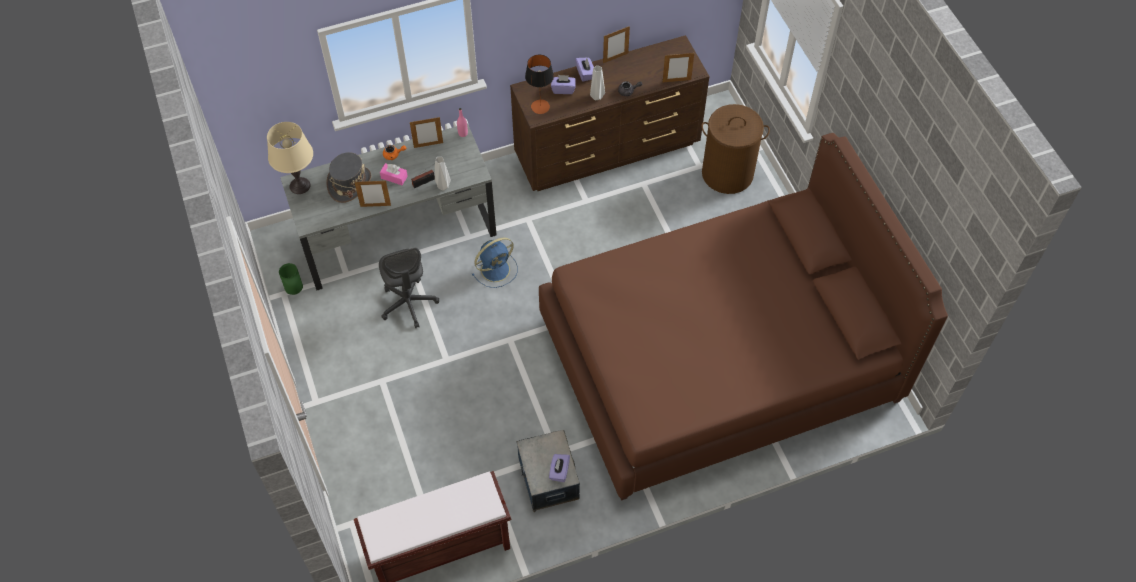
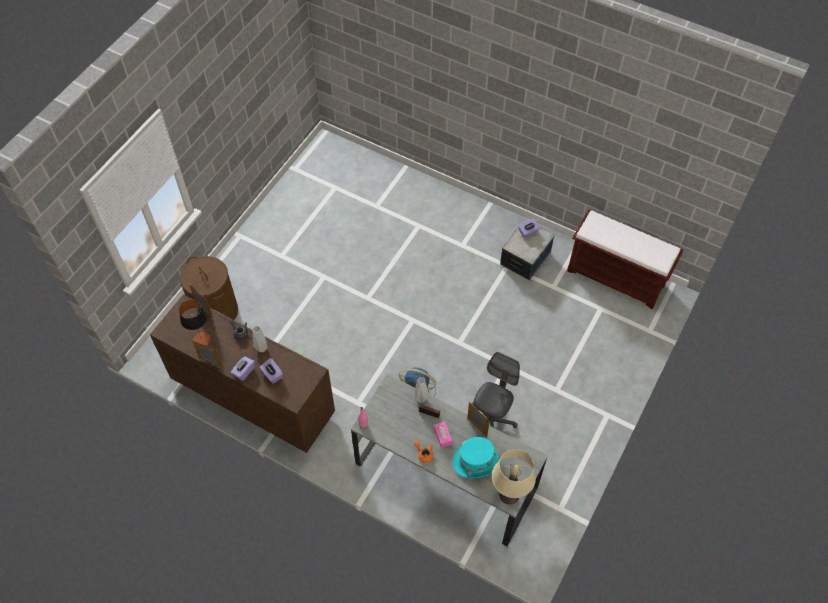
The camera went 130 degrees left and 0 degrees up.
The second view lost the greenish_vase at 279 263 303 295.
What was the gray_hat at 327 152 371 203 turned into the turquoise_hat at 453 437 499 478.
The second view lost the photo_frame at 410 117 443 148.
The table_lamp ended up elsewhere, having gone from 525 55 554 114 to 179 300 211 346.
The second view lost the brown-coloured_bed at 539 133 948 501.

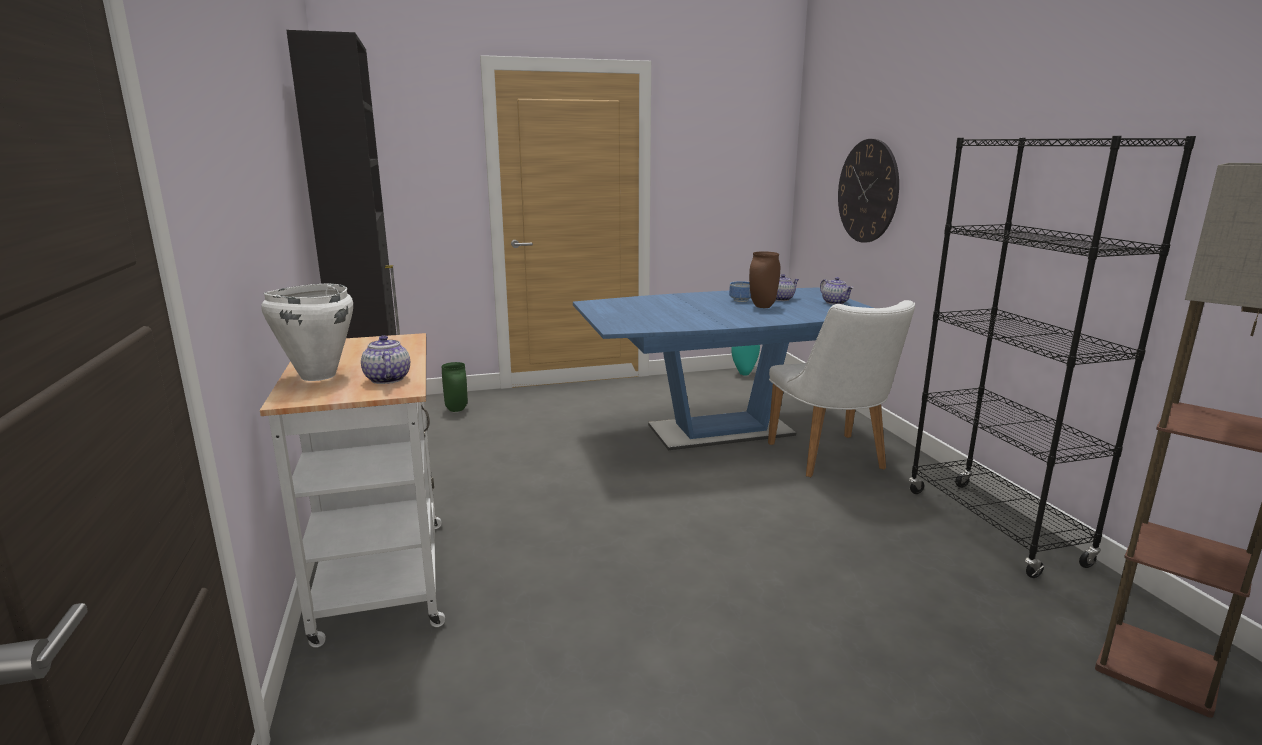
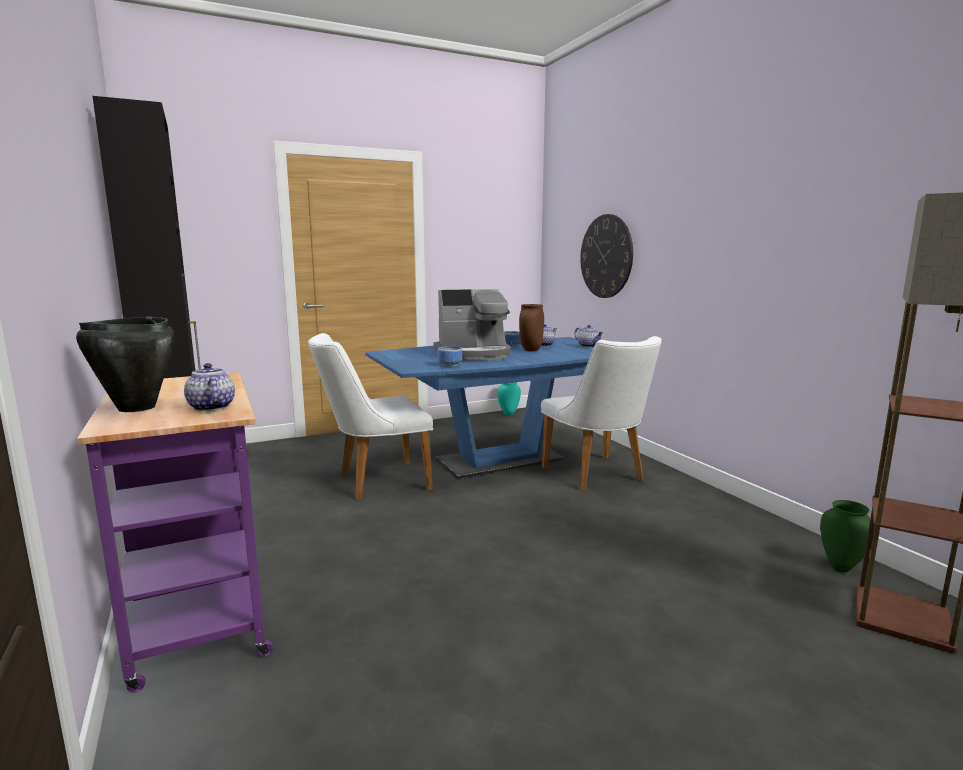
The camera went 10 degrees left and 5 degrees down.
What was the white_trolley at 260 333 445 648 turned into the purplish_trolley at 77 372 273 692.
What was the white_saucepot at 261 283 353 381 turned into the black_saucepot at 76 317 174 412.
The greenish_vase ended up elsewhere, having gone from 442 362 468 412 to 820 500 875 572.
The second view lost the black_bookshelf at 909 136 1196 578.
The second view gained the white_chair at 308 333 433 501.
The second view gained the coffee_machine at 433 289 511 361.
The second view gained the deep_dish at 438 346 462 367.

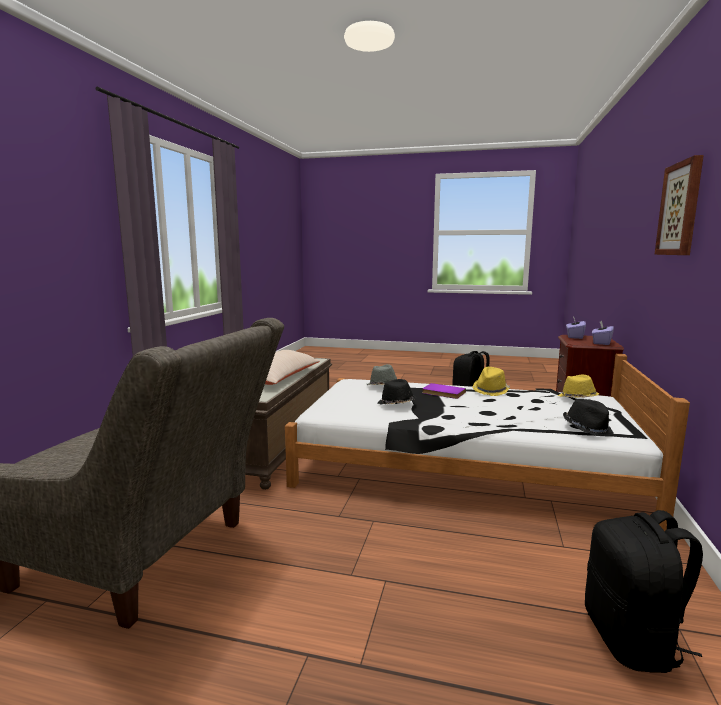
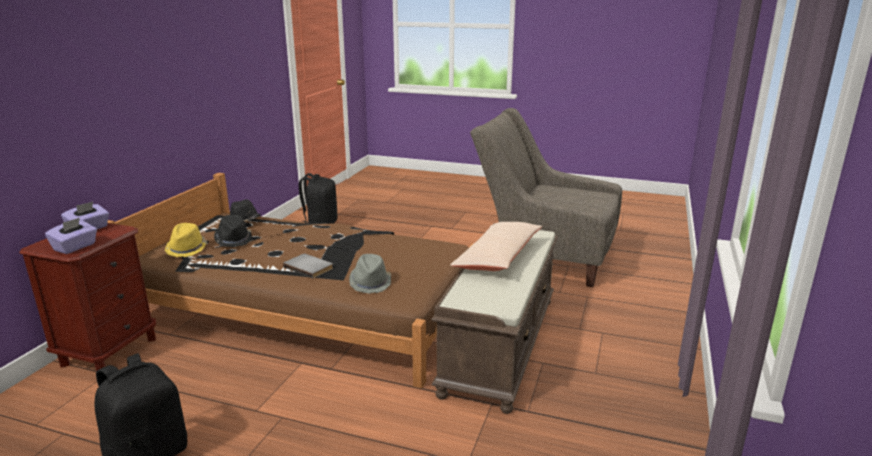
The camera went 175 degrees left and 10 degrees up.
What was the white_bed at 285 354 690 531 turned into the brown-coloured_bed at 108 173 473 389.
The black_hat ended up elsewhere, having gone from 378 379 416 405 to 214 215 252 247.
What was the purplish_bound_book at 422 383 466 399 turned into the gray_bound_book at 283 254 333 278.
The second view lost the yellowish_hat at 472 367 510 396.
The second view lost the wall_art at 654 155 704 255.

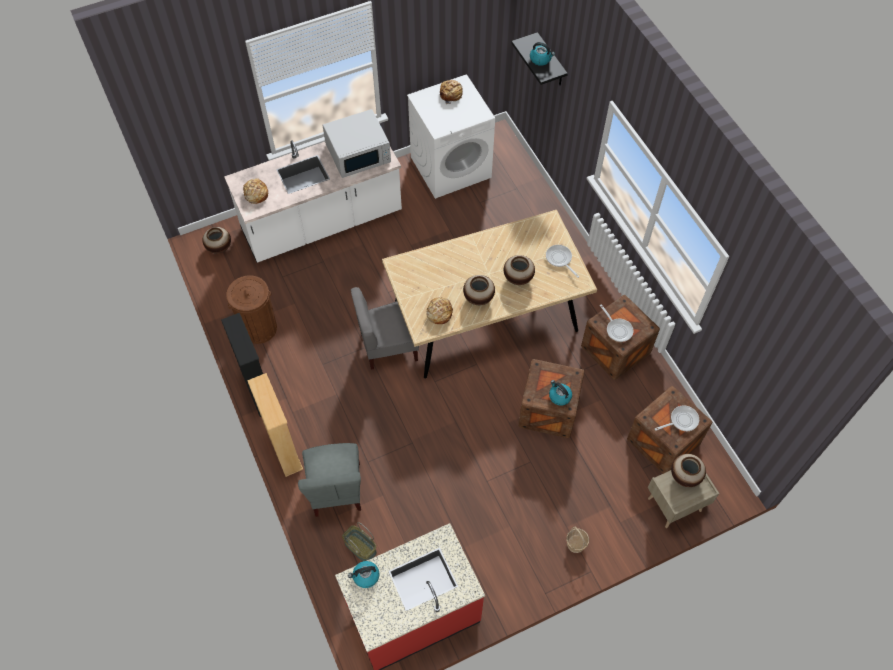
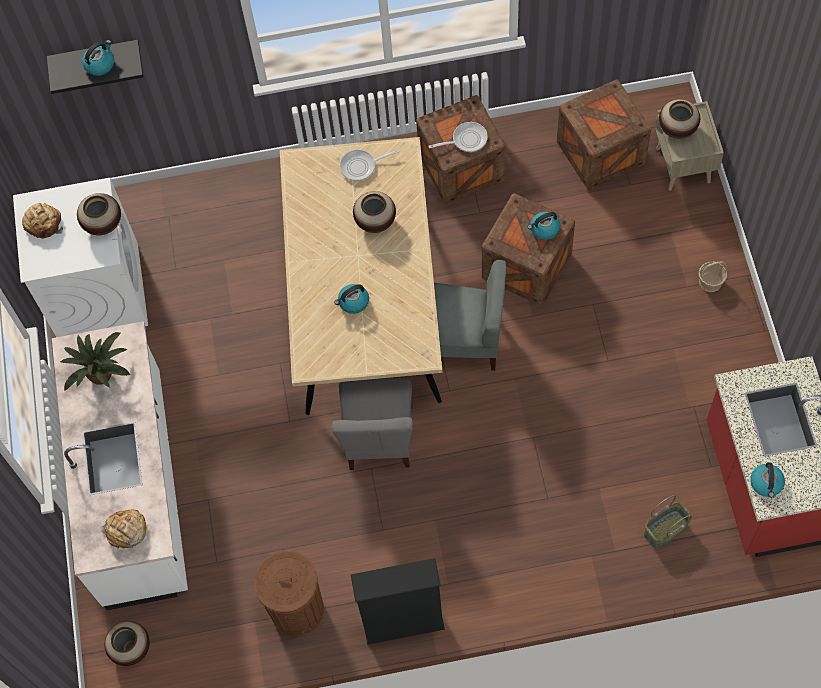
The camera went 70 degrees left and 5 degrees up.
The second view lost the sand-coloured_bookshelf at 247 373 303 477.
The gray_chair ended up elsewhere, having gone from 298 443 361 517 to 434 260 506 371.
Where the white_microwave stood at 323 109 391 178, the houseplant came to stand at 60 332 130 391.
The second view lost the bakery_bread at 426 297 453 324.
The vase ended up elsewhere, having gone from 463 275 495 305 to 77 193 121 235.
The second view lost the skillet at 655 405 699 431.
The second view gained the kettle at 335 284 369 314.

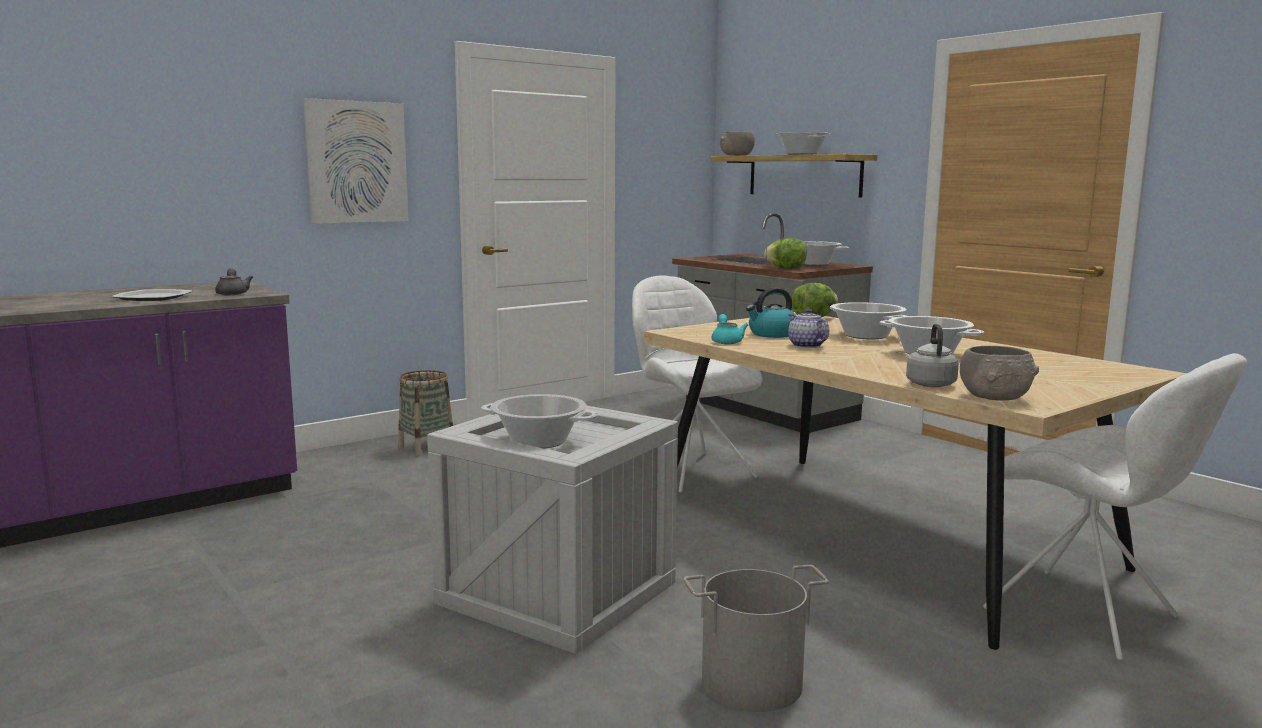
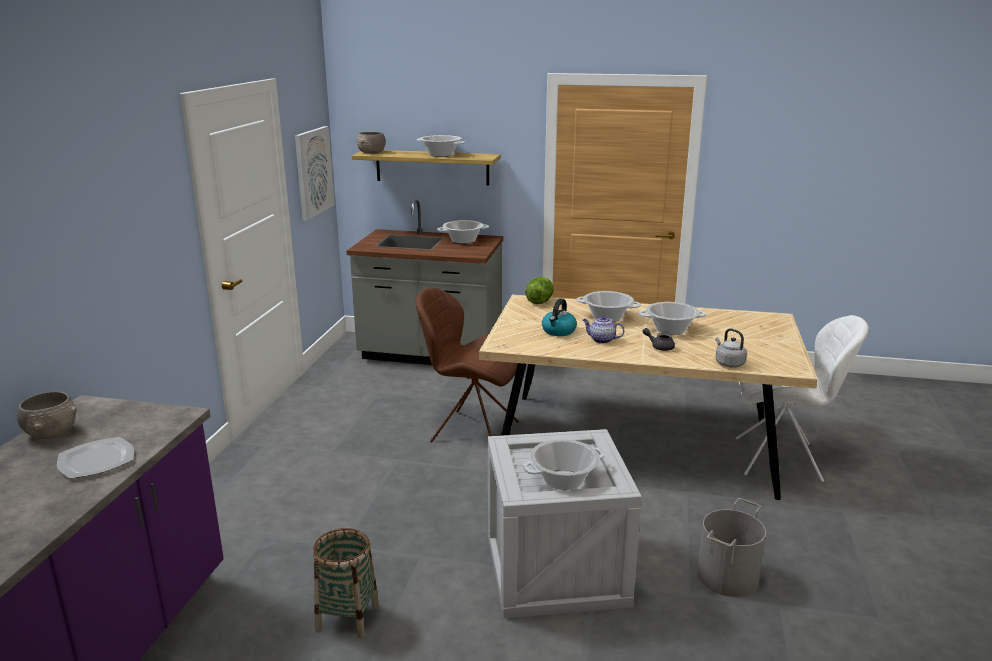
The camera went 40 degrees left and 10 degrees up.
The gray_pot_for_tea ended up elsewhere, having gone from 215 268 253 295 to 643 328 675 351.
The wall_art ended up elsewhere, having gone from 303 98 408 224 to 295 126 335 220.
The household_basket ended up elsewhere, having gone from 398 370 453 457 to 313 528 379 639.
What was the white_chair at 632 275 763 493 turned into the brown-coloured_chair at 415 288 519 443.
The second view lost the turquoise_pot_for_tea at 712 314 748 344.
The second view lost the lettuce at 764 238 807 269.
The gray_deep_dish ended up elsewhere, having gone from 960 346 1039 400 to 17 391 77 439.

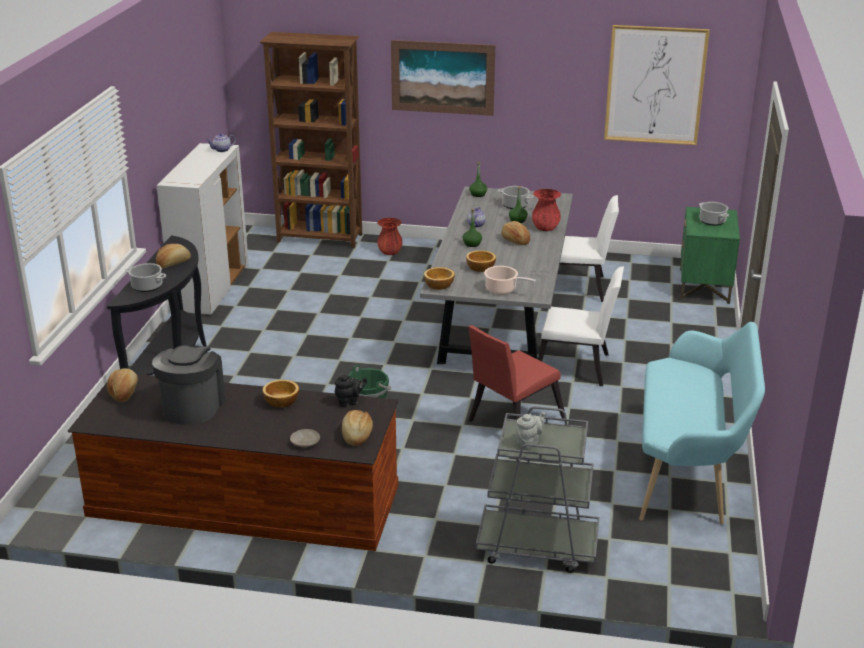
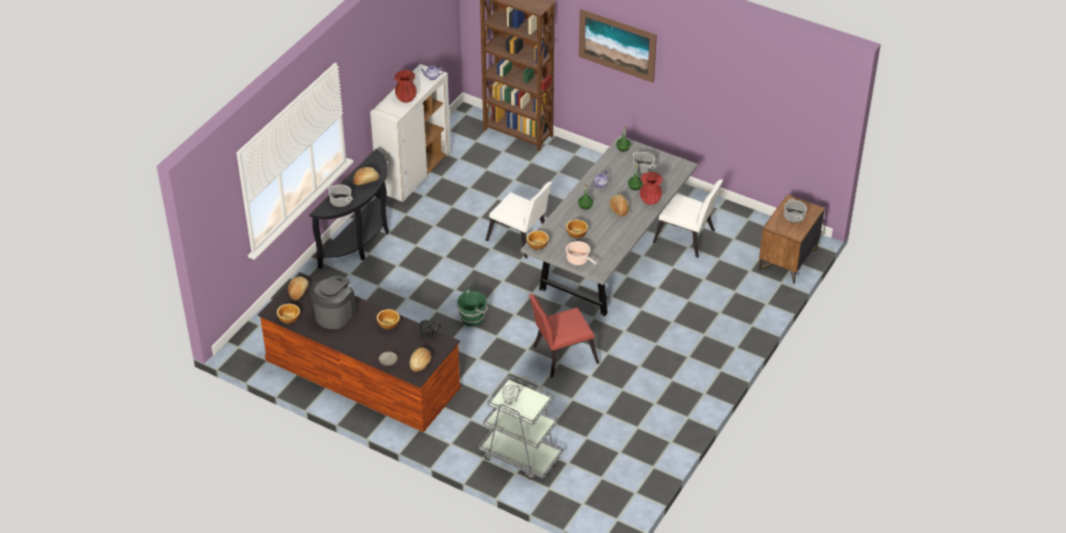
The camera went 20 degrees right and 15 degrees up.
The red-coloured_vase ended up elsewhere, having gone from 377 218 402 255 to 394 70 417 103.
The white_chair ended up elsewhere, having gone from 538 266 624 386 to 486 182 552 258.
The second view lost the wall_art at 604 25 710 145.
The second view lost the turquoise_indoor_bench at 639 322 765 524.
What was the greenish_night_table at 680 207 740 304 turned into the brown-coloured_night_table at 759 194 825 284.
The second view gained the deep_dish at 277 304 300 324.

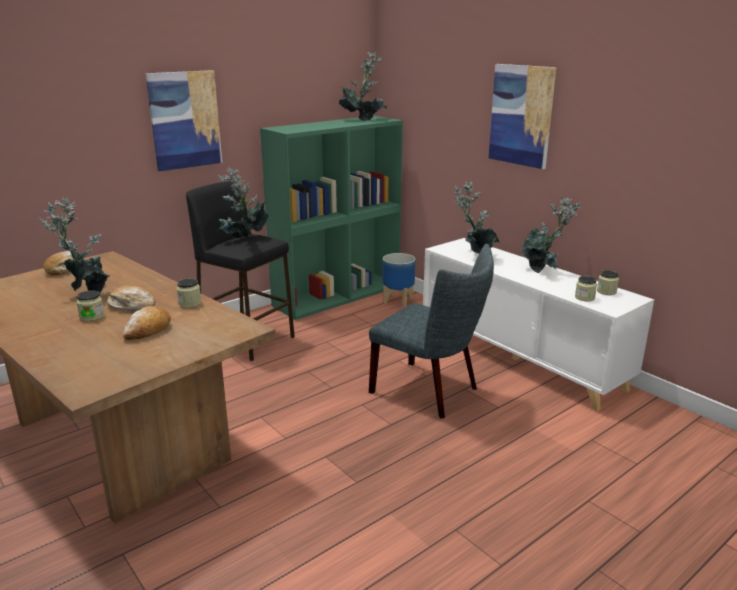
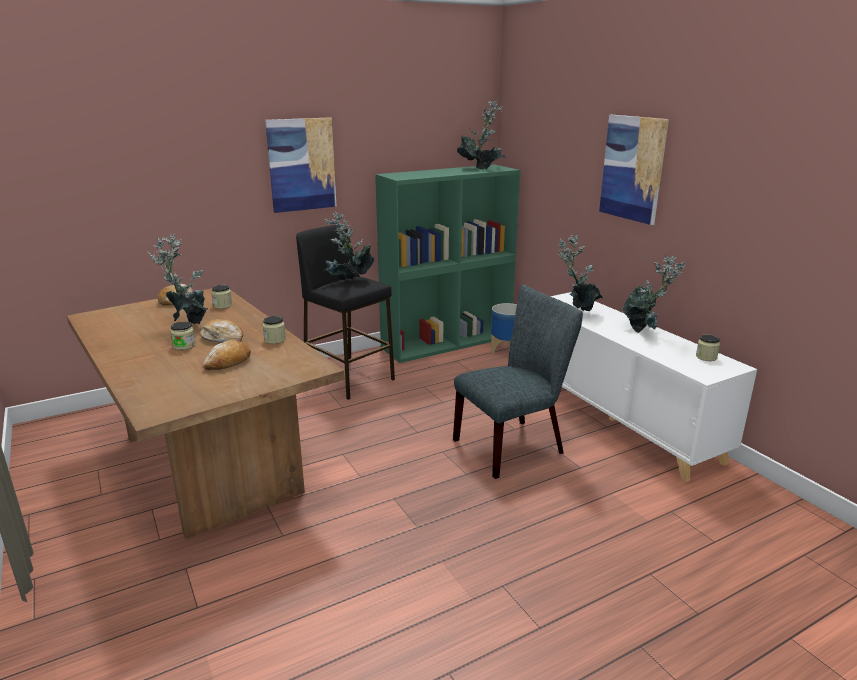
The camera went 10 degrees right and 0 degrees up.
The gray_chair at 369 244 494 419 ended up facing another way, 75 degrees counterclockwise from before.
The jar ended up elsewhere, having gone from 575 276 597 301 to 211 285 232 309.

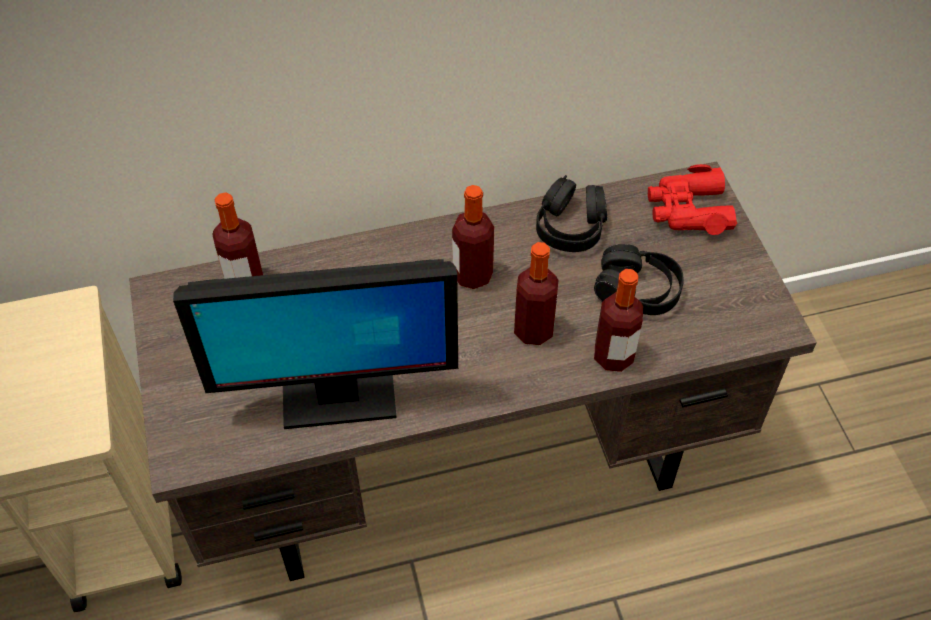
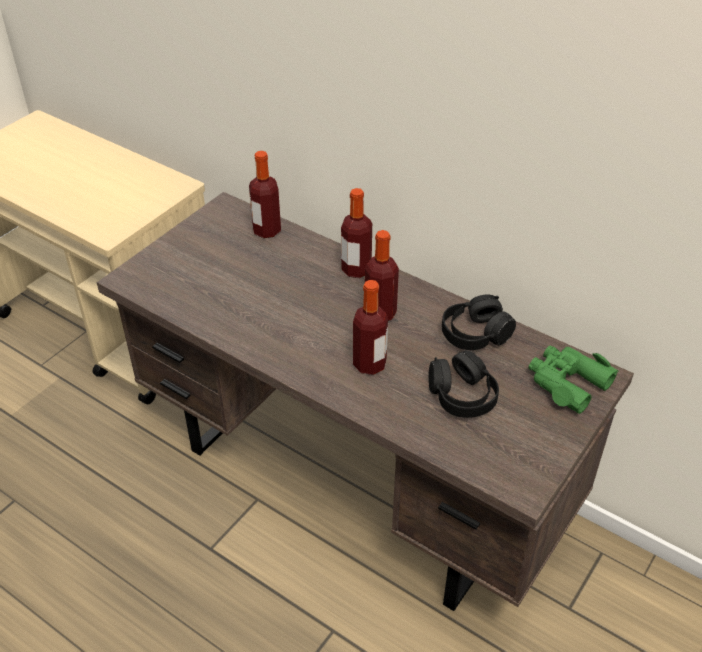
The camera went 50 degrees right and 10 degrees down.
The second view lost the computer_screen at 173 259 458 429.
The beverage_bottle ended up elsewhere, having gone from 594 269 643 372 to 341 188 372 278.
What was the red-coloured_binoculars at 648 164 737 235 turned into the greenish_binoculars at 529 346 619 414.

